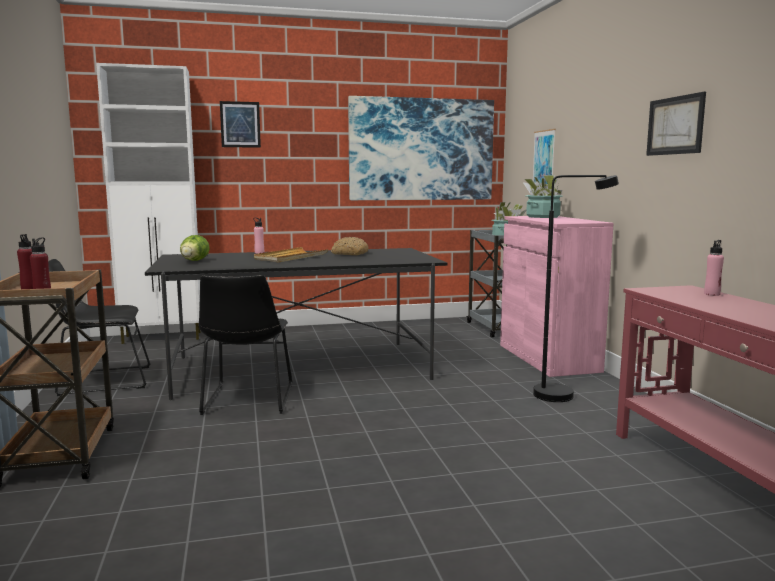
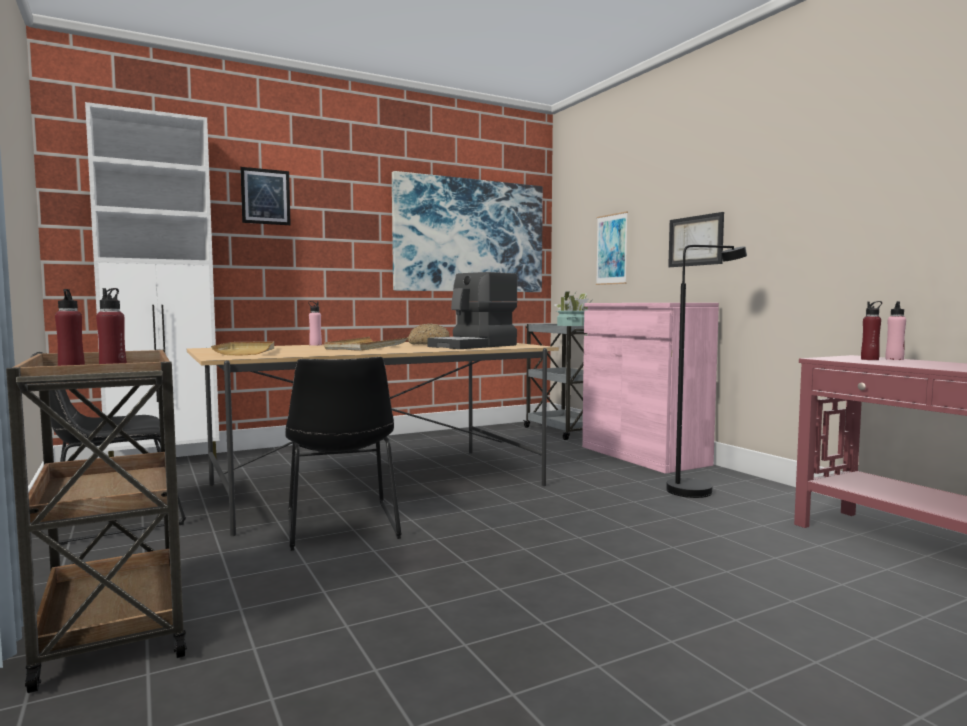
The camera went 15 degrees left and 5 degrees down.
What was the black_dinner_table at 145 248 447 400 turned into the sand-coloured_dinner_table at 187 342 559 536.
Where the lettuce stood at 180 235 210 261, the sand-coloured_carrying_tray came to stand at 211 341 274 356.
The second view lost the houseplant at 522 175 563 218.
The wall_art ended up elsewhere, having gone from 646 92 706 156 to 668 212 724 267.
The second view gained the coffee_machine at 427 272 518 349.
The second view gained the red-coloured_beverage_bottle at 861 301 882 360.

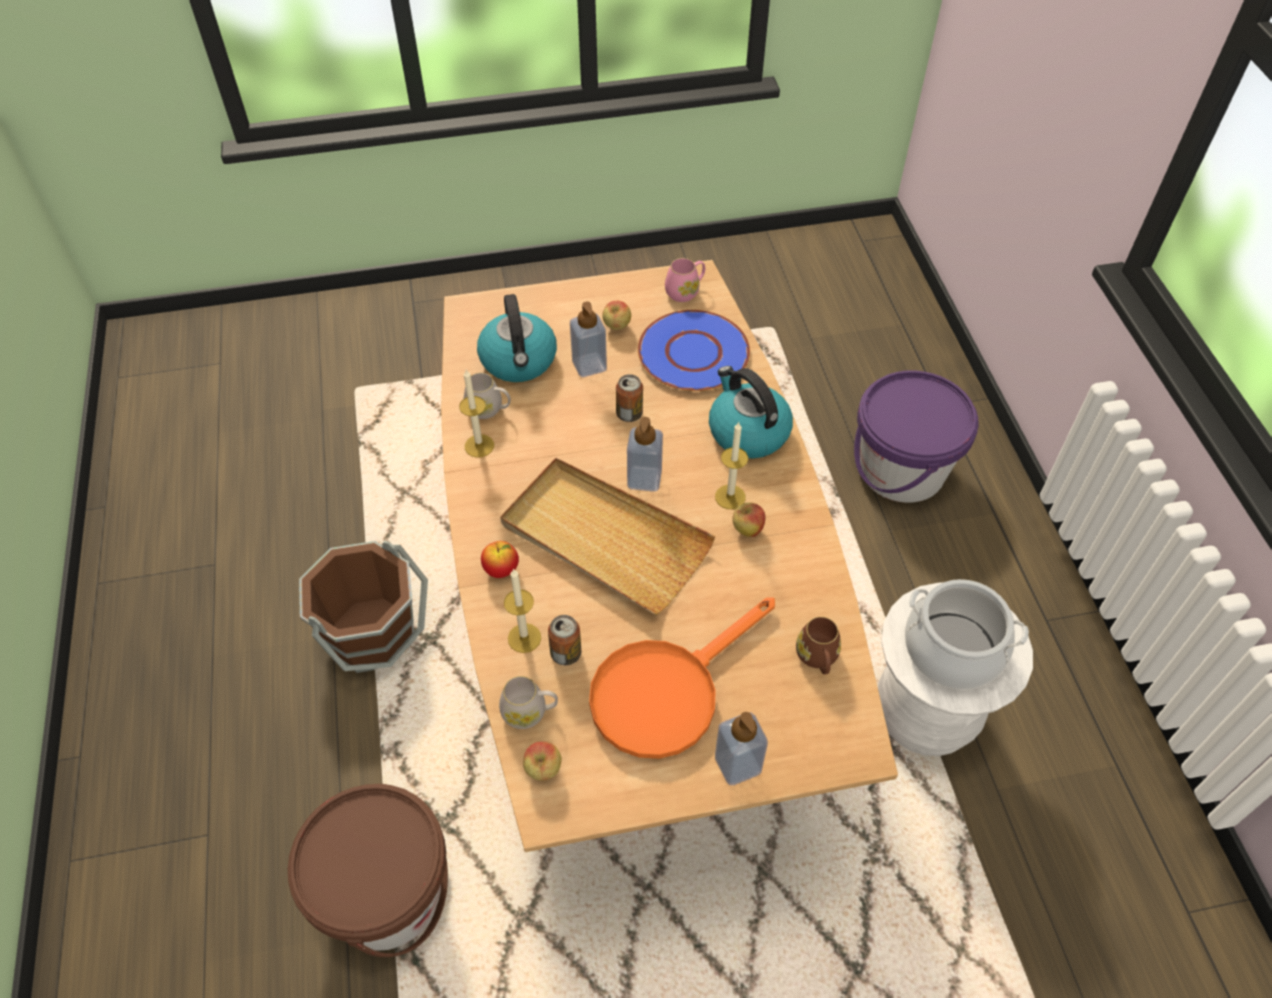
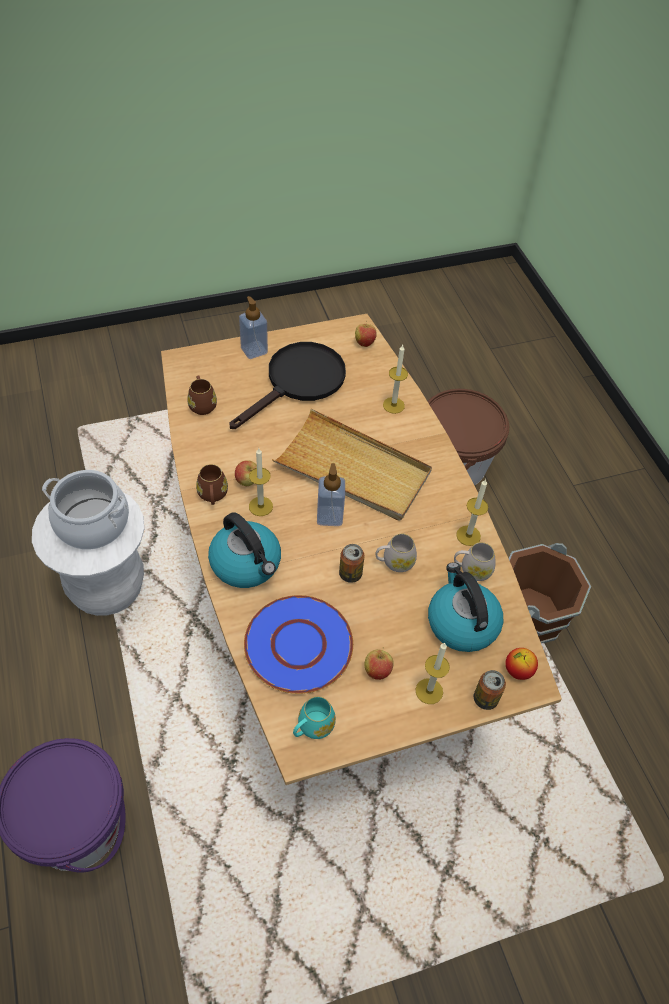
The camera went 170 degrees right and 0 degrees up.
The whole_apple ended up elsewhere, having gone from 481 541 519 578 to 505 648 538 680.
The white_coffee_mug ended up elsewhere, having gone from 499 676 558 729 to 375 534 417 572.
The metal_can ended up elsewhere, having gone from 548 615 581 665 to 474 670 506 710.
The second view lost the liquid_soap_bottle at 570 301 607 377.
What was the orange-coloured_skillet at 589 598 775 759 turned into the black_skillet at 230 342 346 429.
What was the pink-coloured_coffee_mug at 665 258 705 302 turned into the turquoise_coffee_mug at 293 696 336 739.
The second view gained the brown-coloured_coffee_mug at 196 464 228 505.
The second view gained the candle at 416 643 450 704.

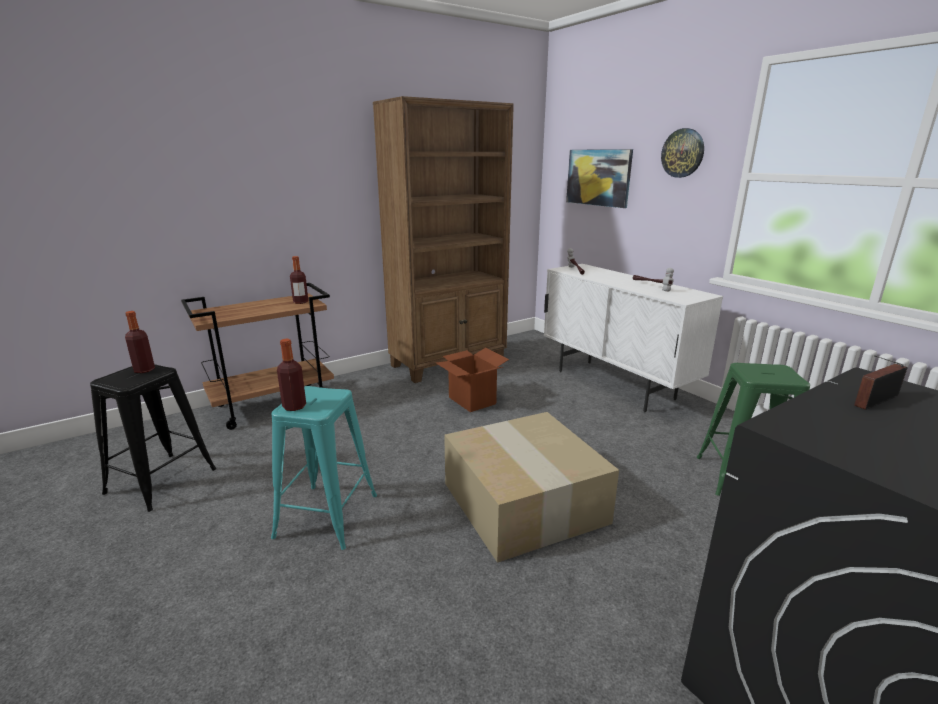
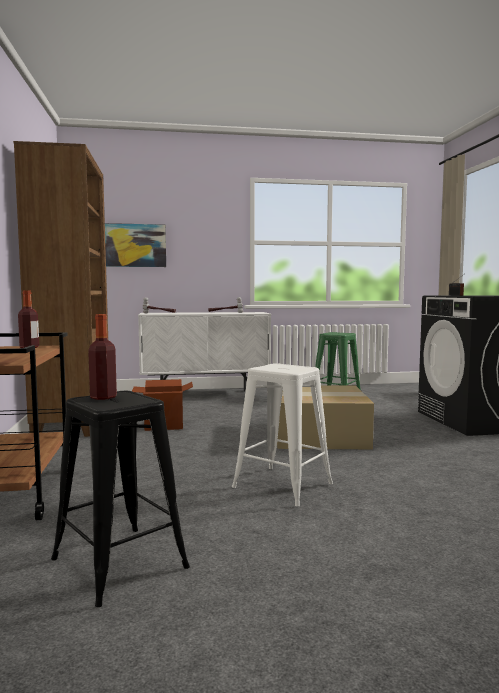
The camera went 65 degrees left and 15 degrees down.
What was the turquoise_stool_seat at 271 386 377 550 turned into the white_stool_seat at 232 363 333 506.
The second view lost the beverage_bottle at 277 339 306 411.
The second view lost the wall_clock at 661 128 704 178.

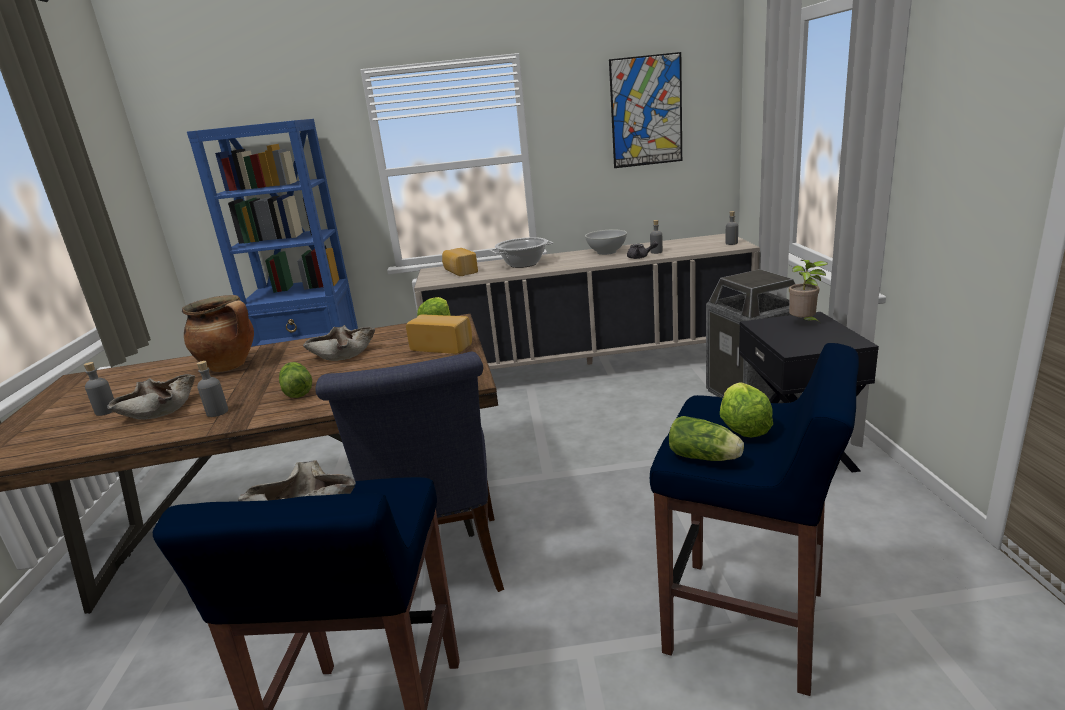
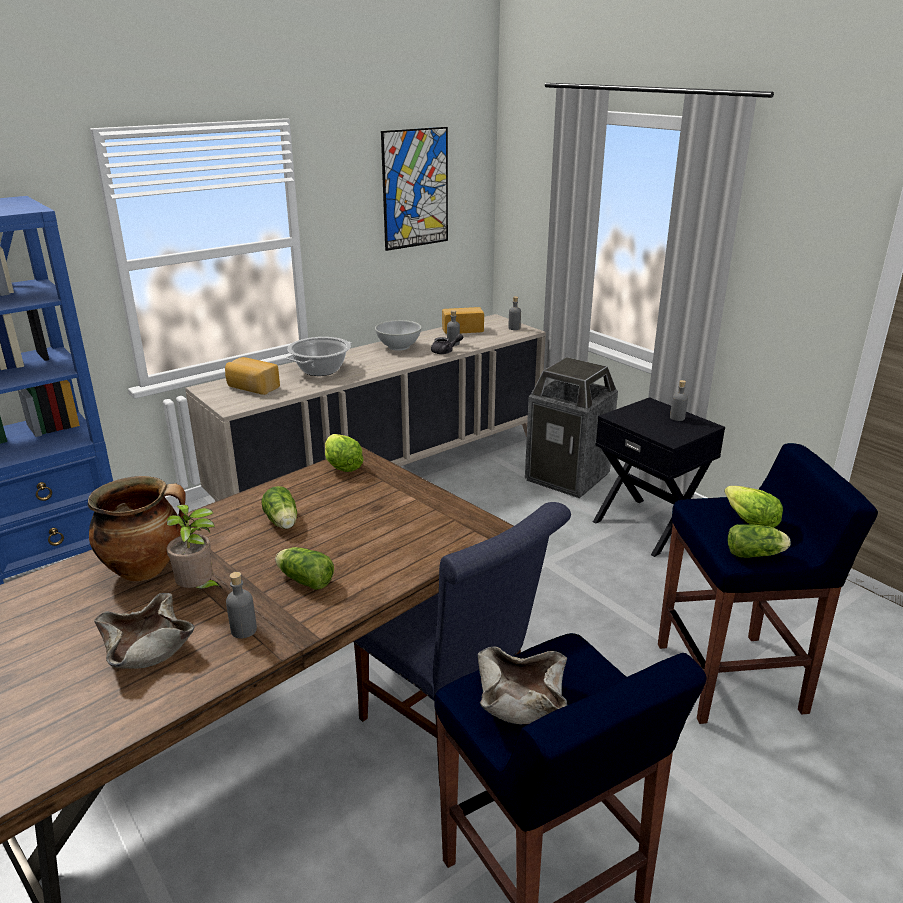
The camera went 35 degrees left and 5 degrees up.
The gray_beverage_bottle ended up elsewhere, having gone from 84 362 114 416 to 670 380 688 421.
Where the sand-coloured_deep_dish stood at 303 325 375 361, the lettuce came to stand at 262 486 297 529.
The bakery_bread ended up elsewhere, having gone from 406 315 472 354 to 442 307 484 334.
The houseplant ended up elsewhere, having gone from 789 260 828 324 to 167 505 222 589.

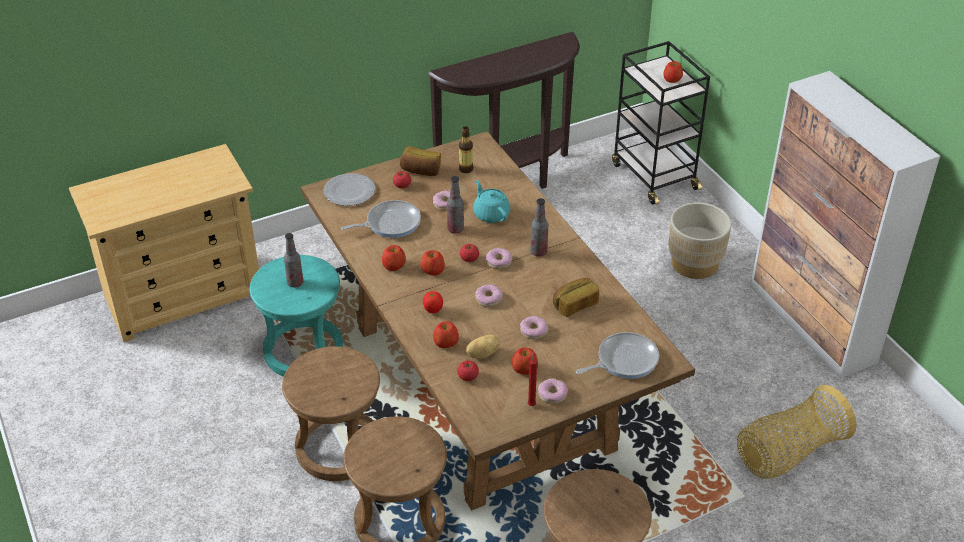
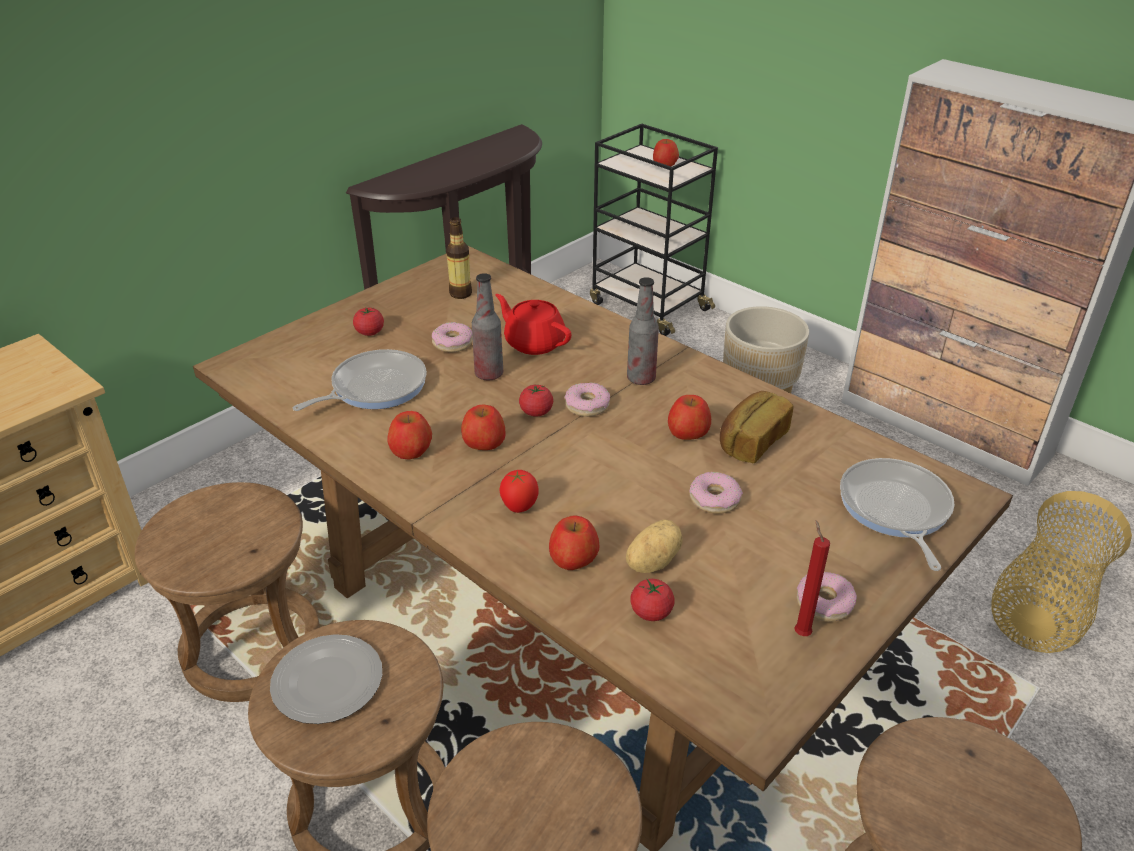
The camera went 20 degrees left and 5 degrees down.
What was the turquoise_stool_seat at 250 255 343 377 turned into the brown-coloured_stool_seat at 135 482 320 702.
The second view lost the beverage_bottle at 284 233 303 288.
The flat_dish ended up elsewhere, having gone from 324 173 375 206 to 270 634 382 724.
The second view lost the bakery_bread at 400 146 441 176.
What was the turquoise_pot_for_tea at 473 180 510 223 turned into the red-coloured_pot_for_tea at 495 294 572 355.
The second view lost the ring_doughnut at 475 284 503 307.
The whole_apple ended up elsewhere, having gone from 512 347 538 375 to 668 395 711 440.
The skillet at 576 332 659 379 ended up facing another way, 45 degrees counterclockwise from before.

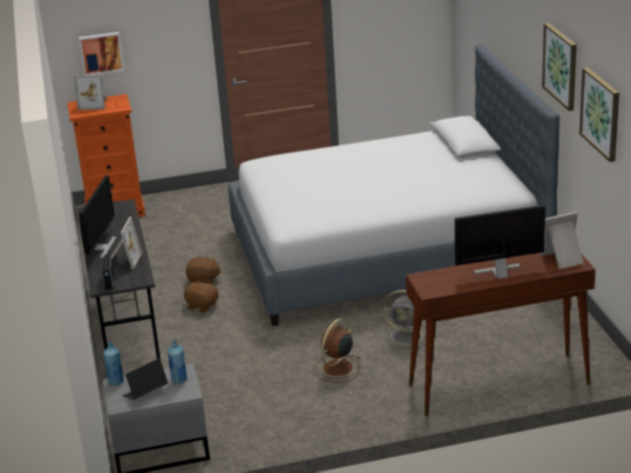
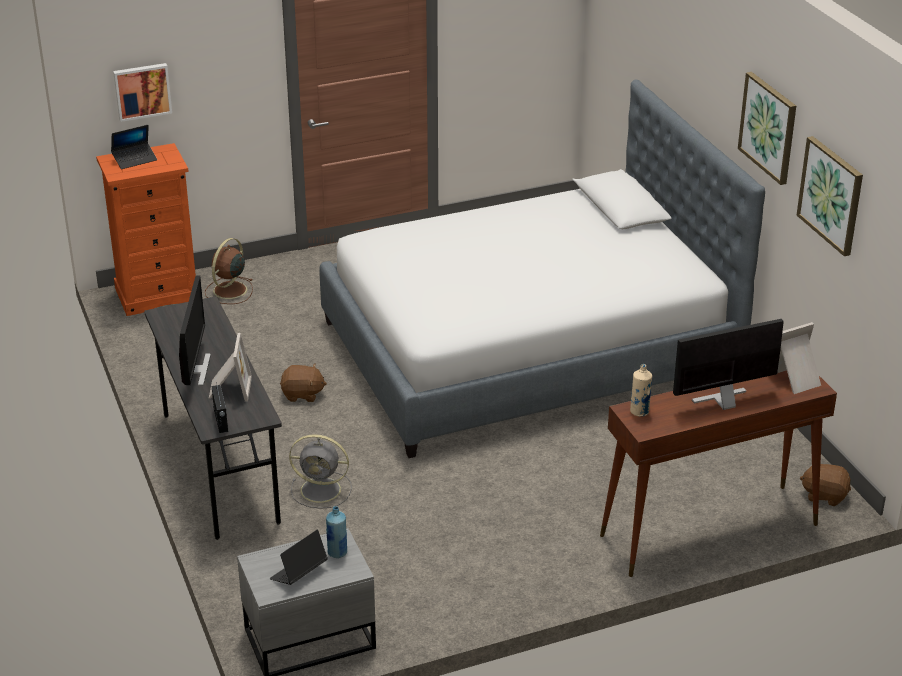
The camera went 10 degrees left and 5 degrees up.
Where the photo_frame stood at 74 75 107 110, the notebook_computer came to stand at 111 125 157 169.
The second view lost the blue-coloured_beverage_bottle at 104 342 124 386.
The brown-coloured_plush_toy ended up elsewhere, having gone from 184 280 218 313 to 800 464 851 506.
The brown-coloured_fan ended up elsewhere, having gone from 314 318 360 383 to 205 238 253 304.
The gray_fan ended up elsewhere, having gone from 383 290 426 349 to 289 434 352 509.
The second view gained the sand-coloured_beverage_bottle at 630 364 652 416.

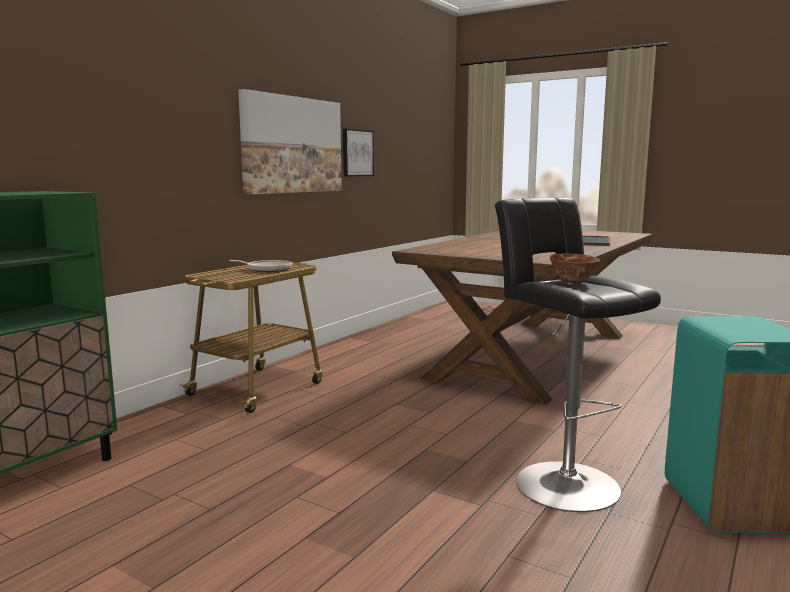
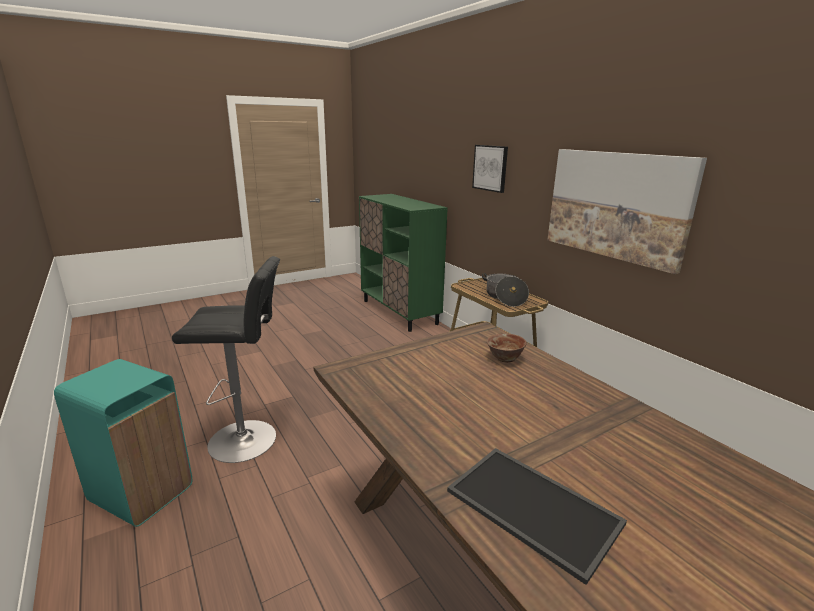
The camera went 115 degrees right and 10 degrees up.
Where the skillet stood at 229 260 292 272, the saucepot came to stand at 482 273 529 307.
The wall_art ended up elsewhere, having gone from 343 129 374 176 to 472 145 508 193.
The deep_dish ended up elsewhere, having gone from 550 254 600 283 to 487 333 527 363.

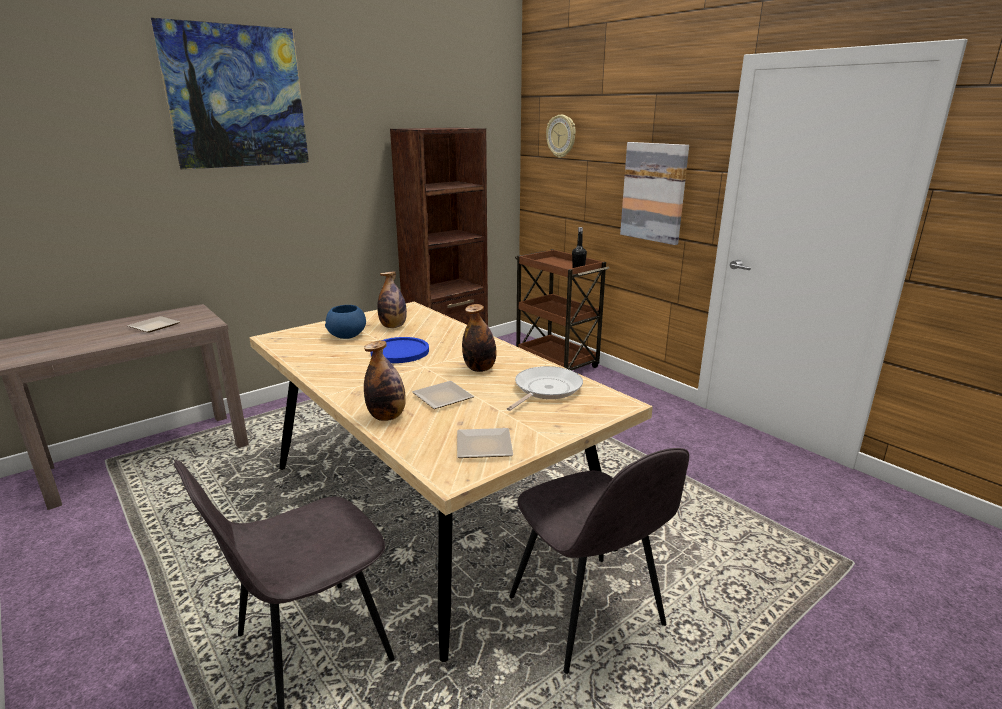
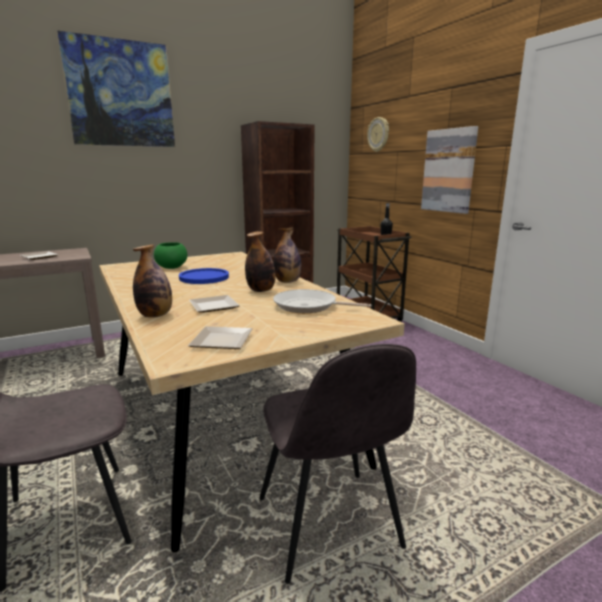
The camera went 10 degrees right and 5 degrees down.
What was the blue-coloured_deep_dish at 325 305 366 339 turned into the greenish_deep_dish at 154 242 187 269.
The beverage_bottle ended up elsewhere, having gone from 377 271 407 328 to 273 227 301 283.
The skillet at 507 366 583 411 ended up facing another way, 120 degrees counterclockwise from before.

